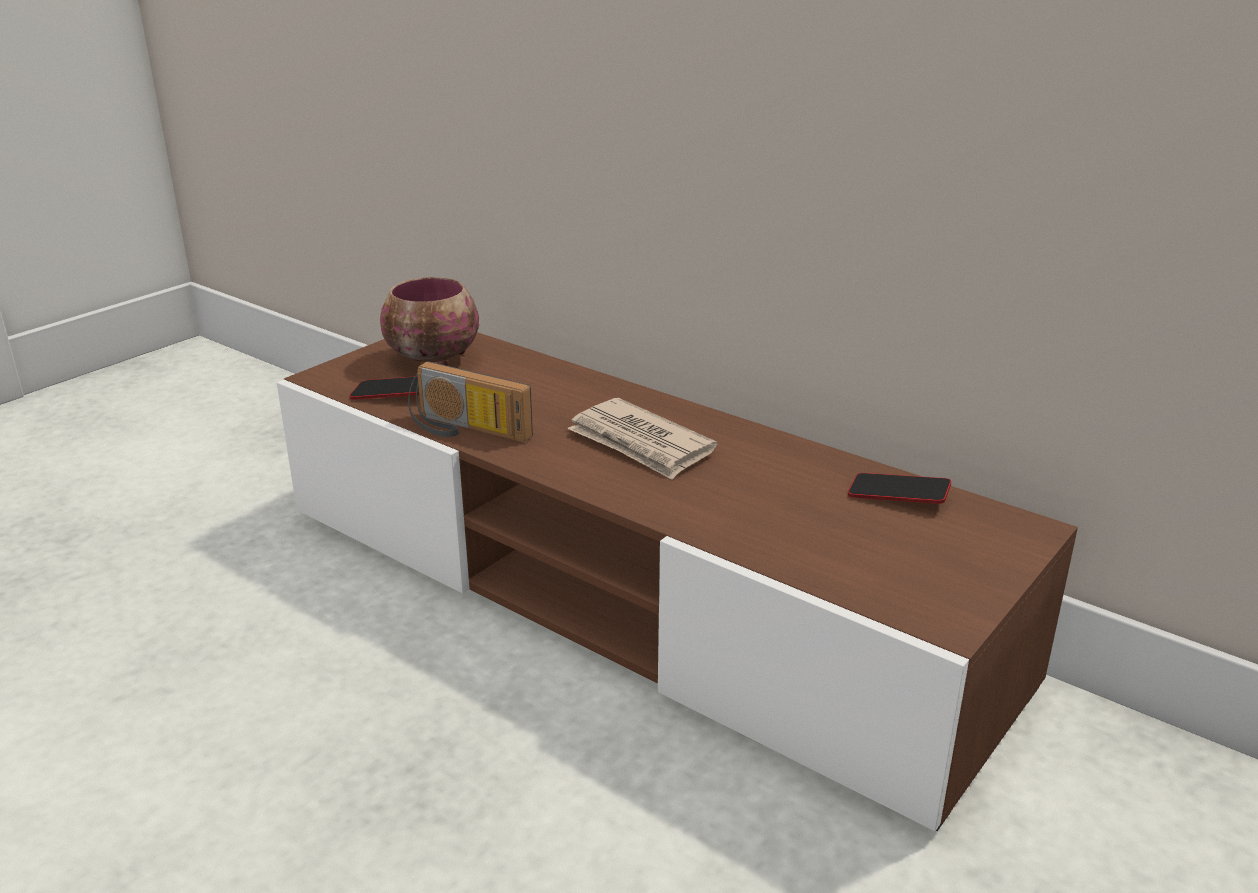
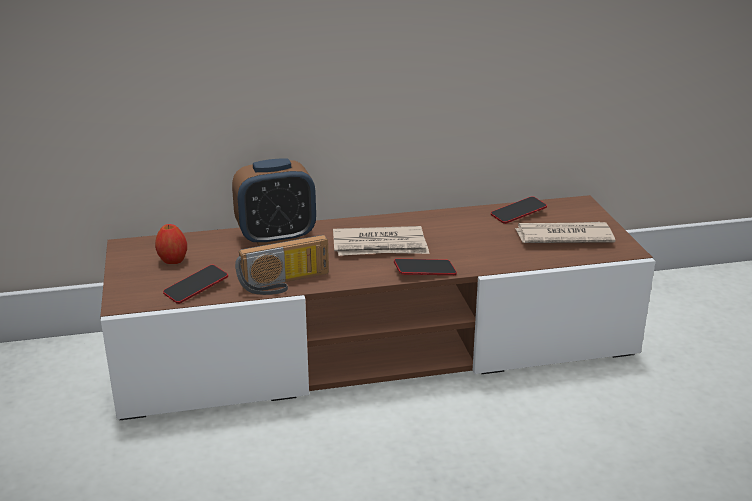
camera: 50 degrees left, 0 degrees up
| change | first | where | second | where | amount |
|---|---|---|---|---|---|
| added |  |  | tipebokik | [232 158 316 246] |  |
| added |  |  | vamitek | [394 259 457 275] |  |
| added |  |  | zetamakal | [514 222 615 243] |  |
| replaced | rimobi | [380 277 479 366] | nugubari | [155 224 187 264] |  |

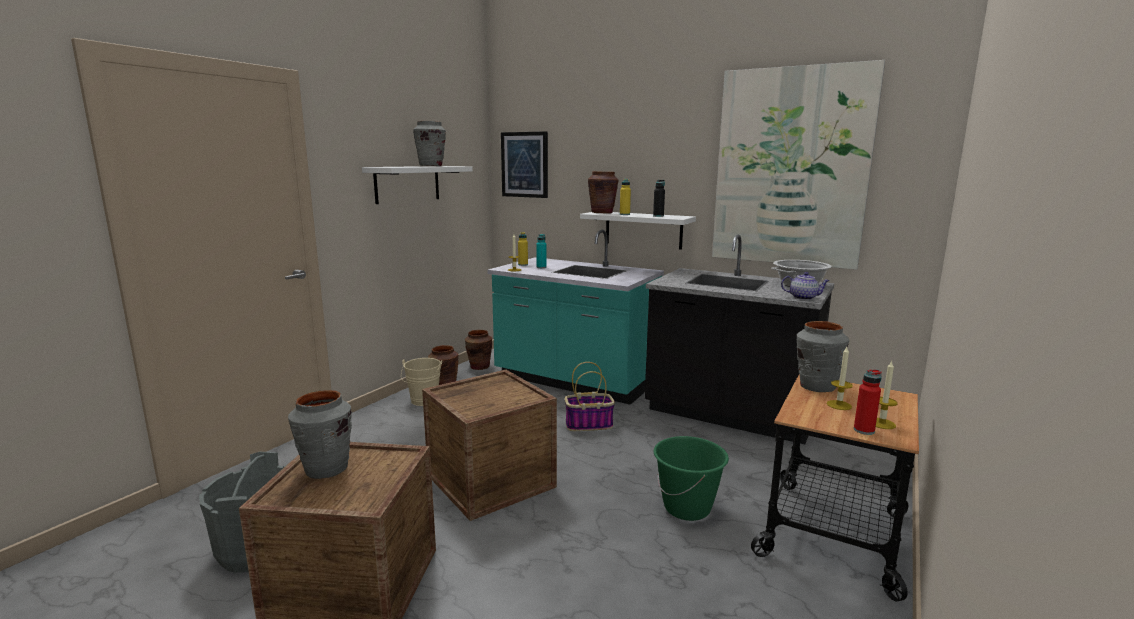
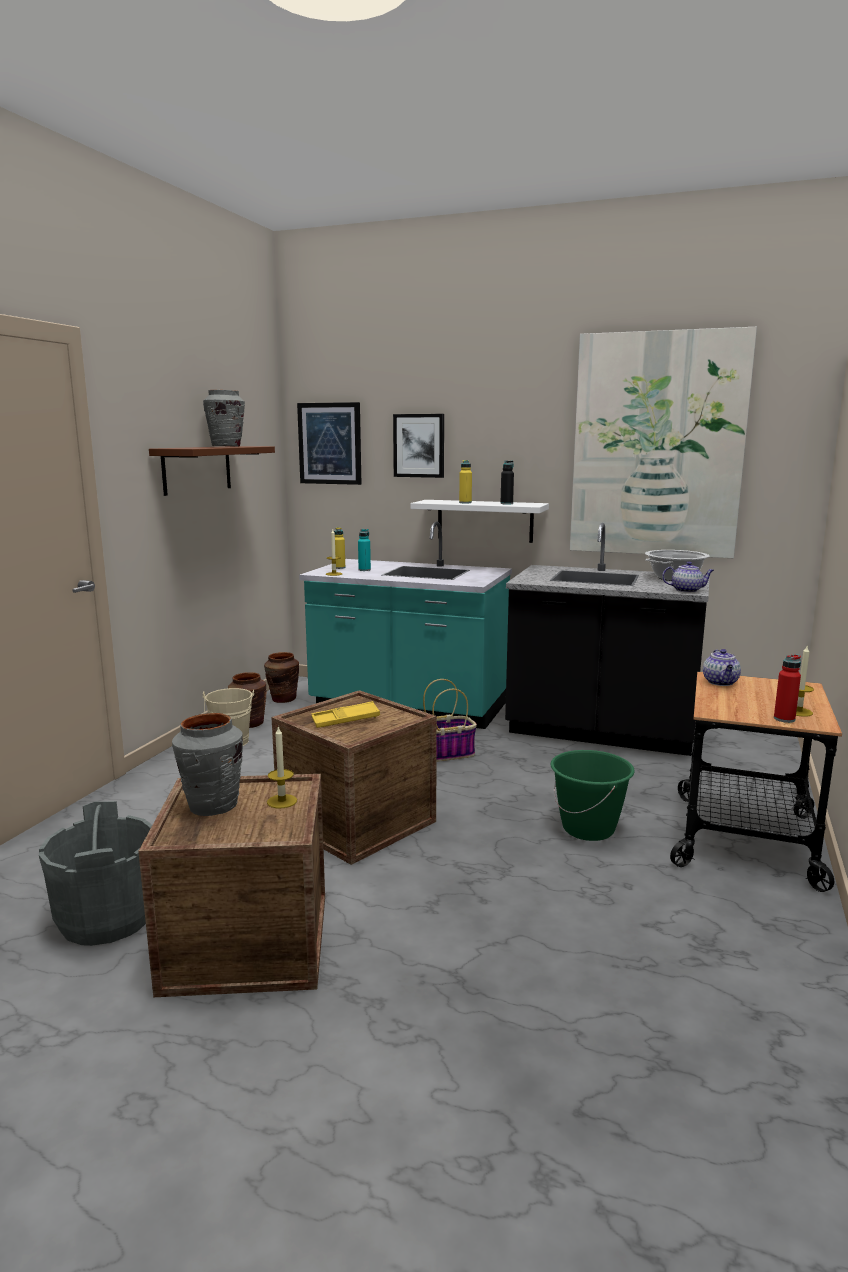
camera: 10 degrees left, 0 degrees up
| change | first | where | second | where | amount |
|---|---|---|---|---|---|
| removed | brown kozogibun | [588 171 618 213] |  |  |  |
| added |  |  | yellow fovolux | [311 701 380 728] |  |
| added |  |  | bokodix | [393 414 444 478] |  |
| moved | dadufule | [827 347 853 410] |  | [267 726 297 808] |  |
| replaced | grey kozogibun | [796 321 849 392] | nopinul | [703 649 741 686] |  |
| recoloured | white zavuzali | [362 166 473 204] | brown zavuzali | [149 446 275 496] |  |

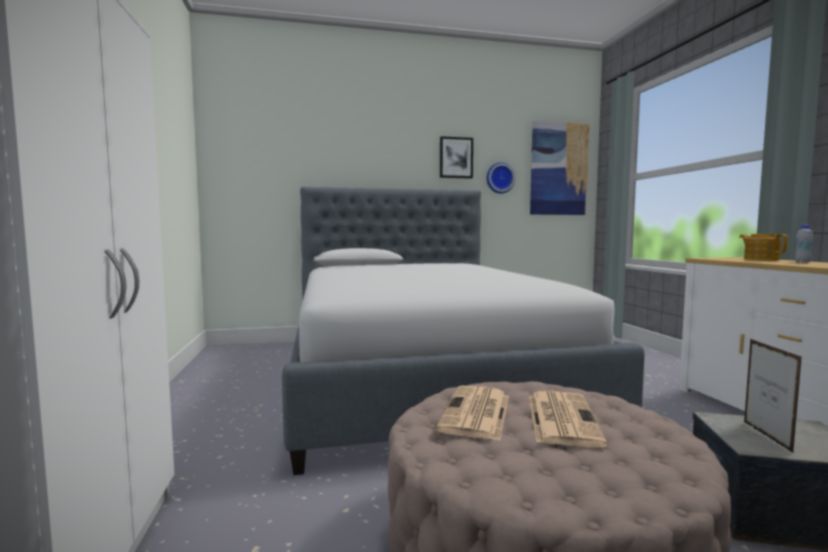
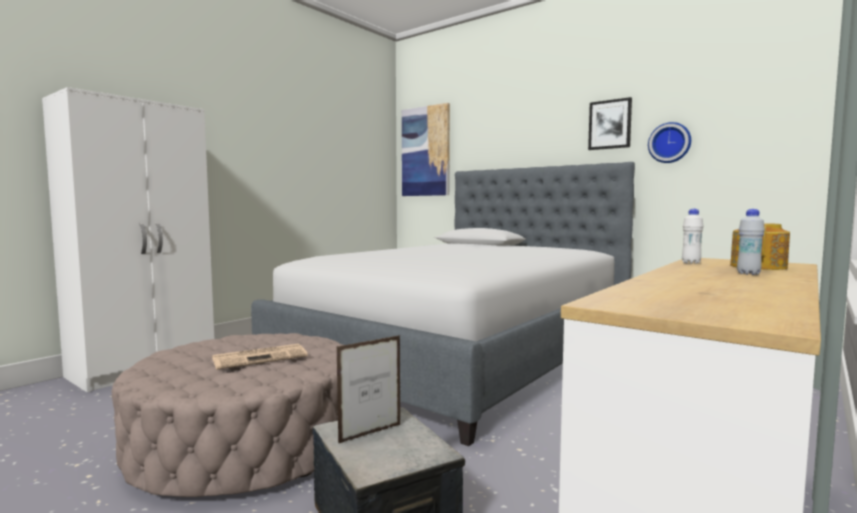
camera: 50 degrees right, 0 degrees up
| change | first | where | second | where | amount |
|---|---|---|---|---|---|
| removed | zetamakal | [436 386 509 441] |  |  |  |
| added |  |  | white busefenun | [682 209 704 264] |  |
| moved | bokodix | [530 121 590 215] |  | [402 103 450 196] |  |

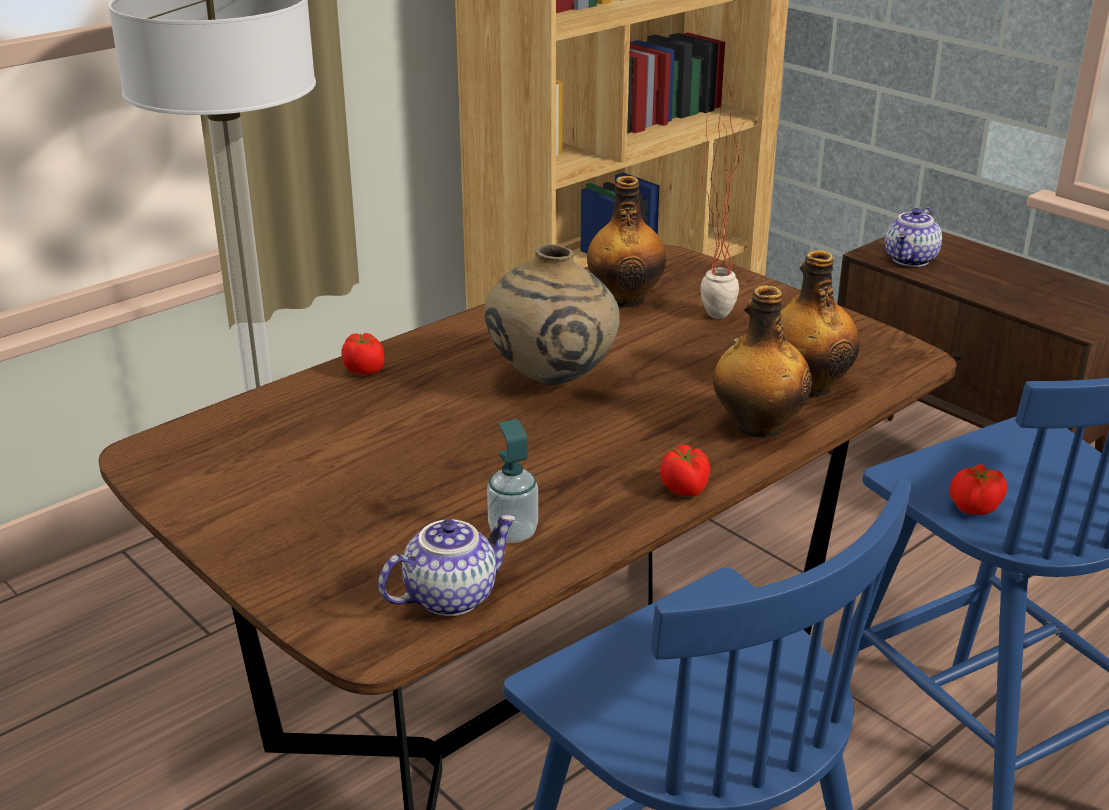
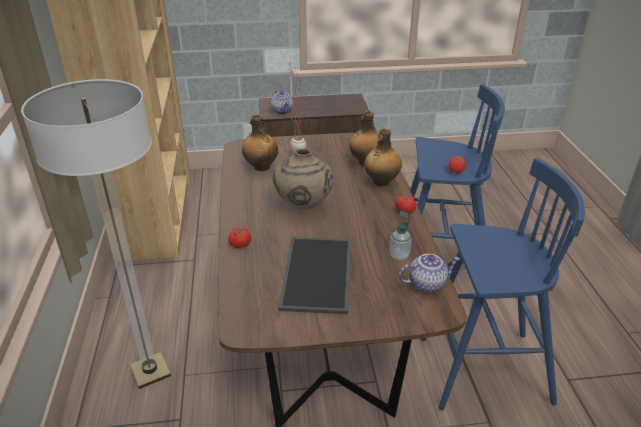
camera: 55 degrees left, 5 degrees up
| change | first | where | second | where | amount |
|---|---|---|---|---|---|
| added |  |  | fovolux | [278 237 351 314] |  |
| turned | nopinul | [378 514 516 616] |  | [399 254 460 293] | 75 degrees clockwise |

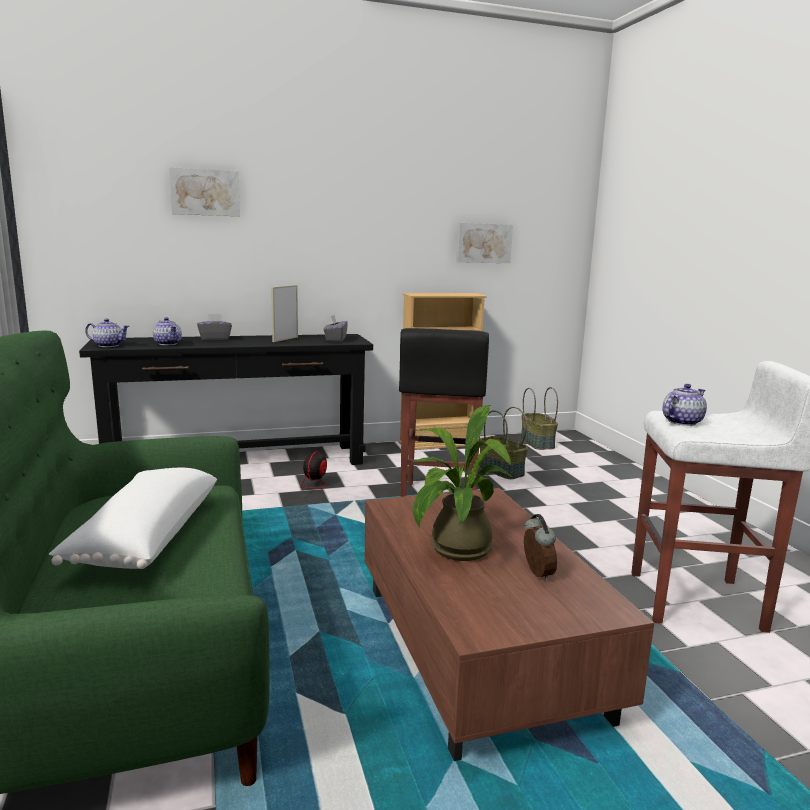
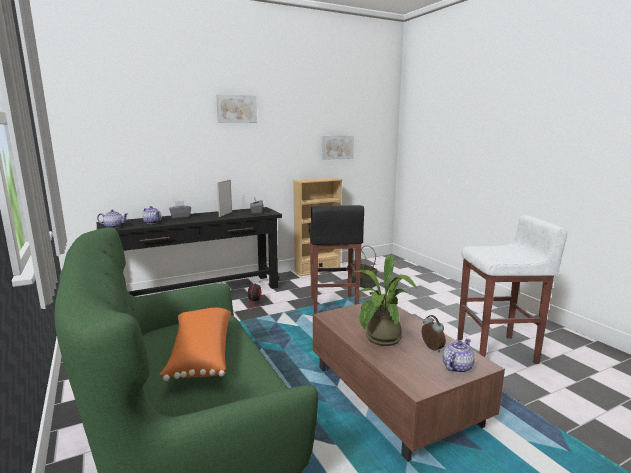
camera: 10 degrees left, 0 degrees up
| change | first | where | second | where | amount |
|---|---|---|---|---|---|
| removed | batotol | [521 387 558 450] |  |  |  |
| moved | bokodix | [169 167 240 216] |  | [216 94 257 123] |  |
| moved | nopinul | [663 384 707 426] |  | [443 338 474 373] |  |
| recoloured | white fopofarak | [49 468 217 569] | orange fopofarak | [160 308 231 381] |  |

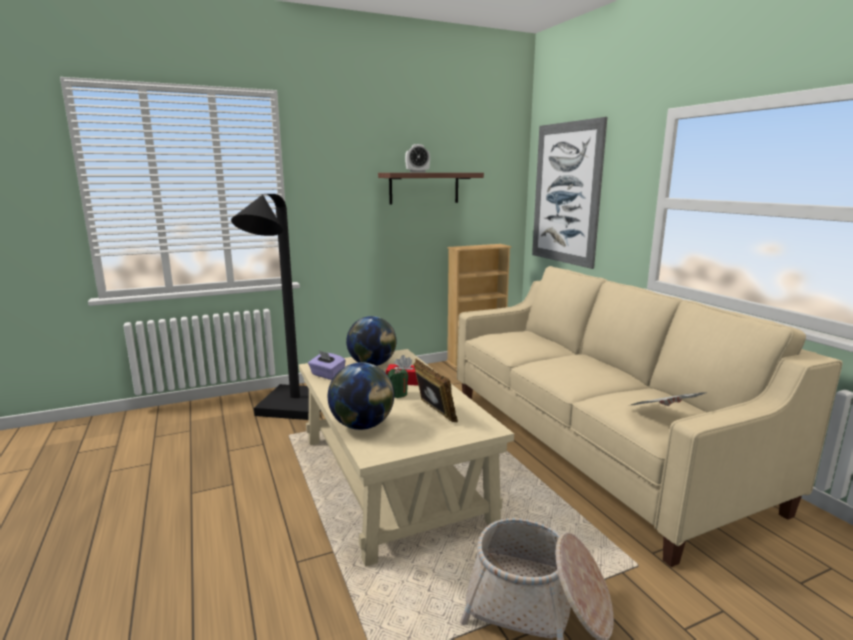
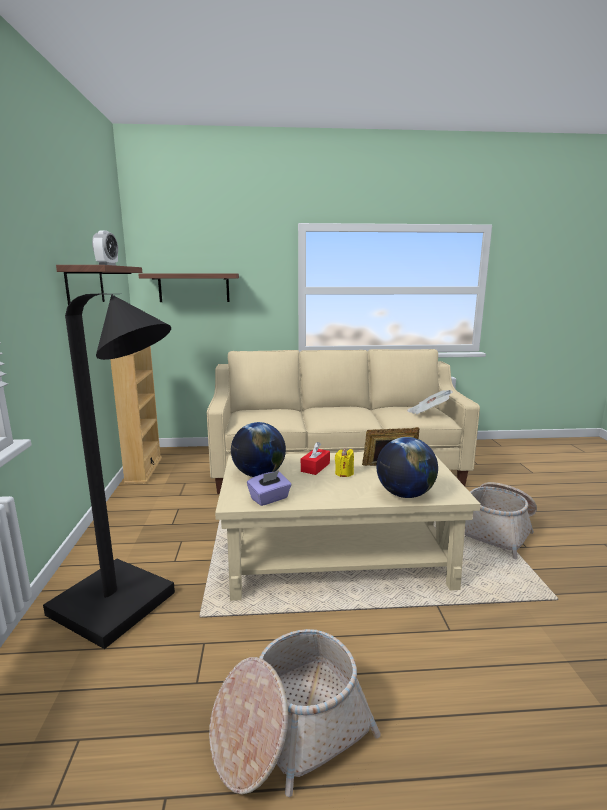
camera: 70 degrees left, 0 degrees up
| change | first | where | second | where | amount |
|---|---|---|---|---|---|
| added |  |  | batotol | [209 629 381 797] |  |
| replaced | bokodix | [532 117 607 269] | zavuzali | [138 273 239 302] |  |
| recoloured | green dadufule | [387 367 408 398] | yellow dadufule | [335 448 354 477] |  |

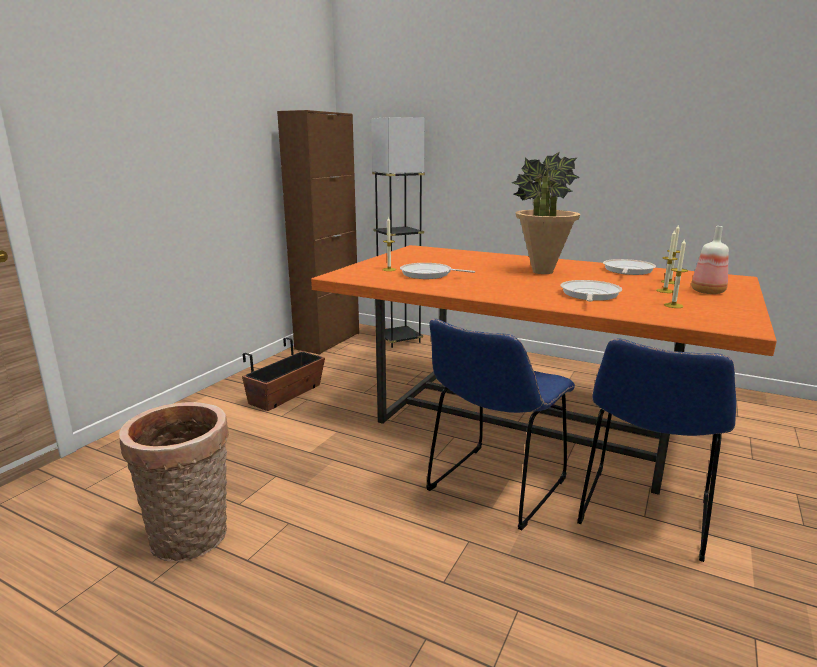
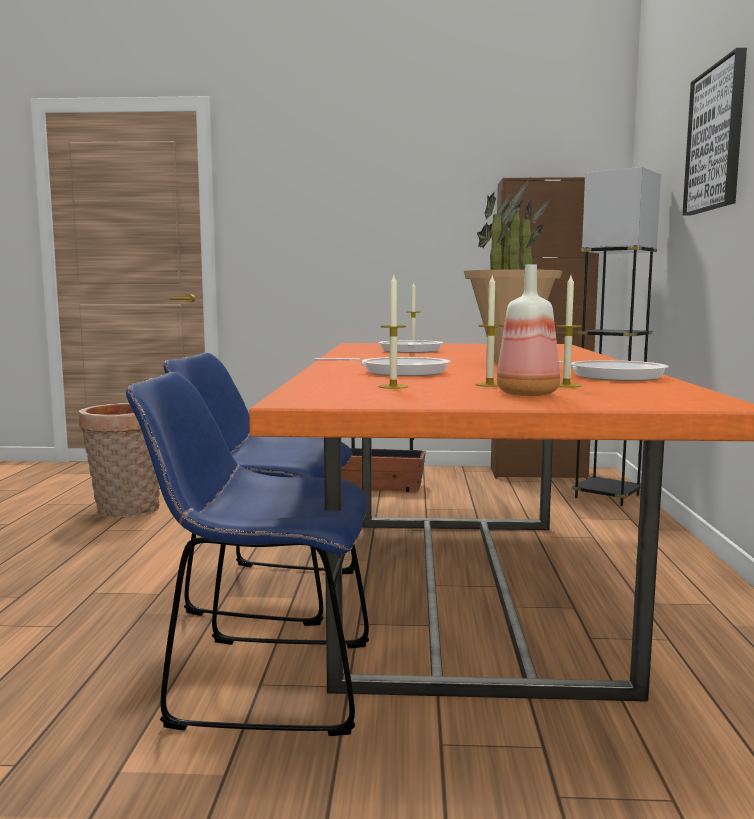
camera: 65 degrees right, 10 degrees down
| change | first | where | second | where | amount |
|---|---|---|---|---|---|
| added |  |  | bokodix | [682 48 747 215] |  |

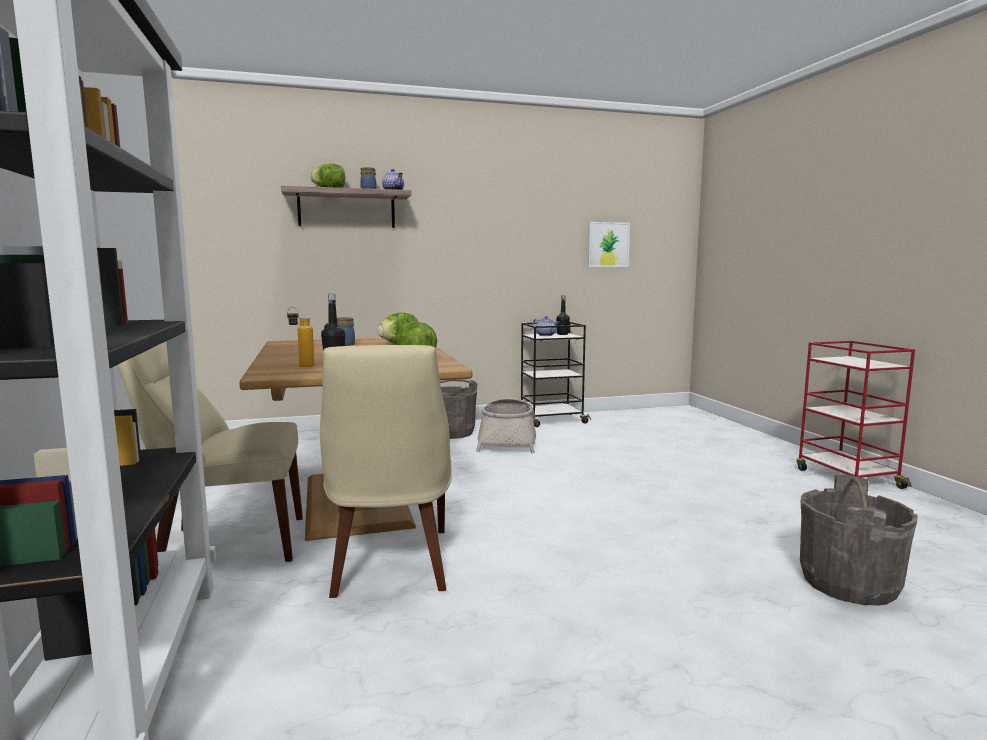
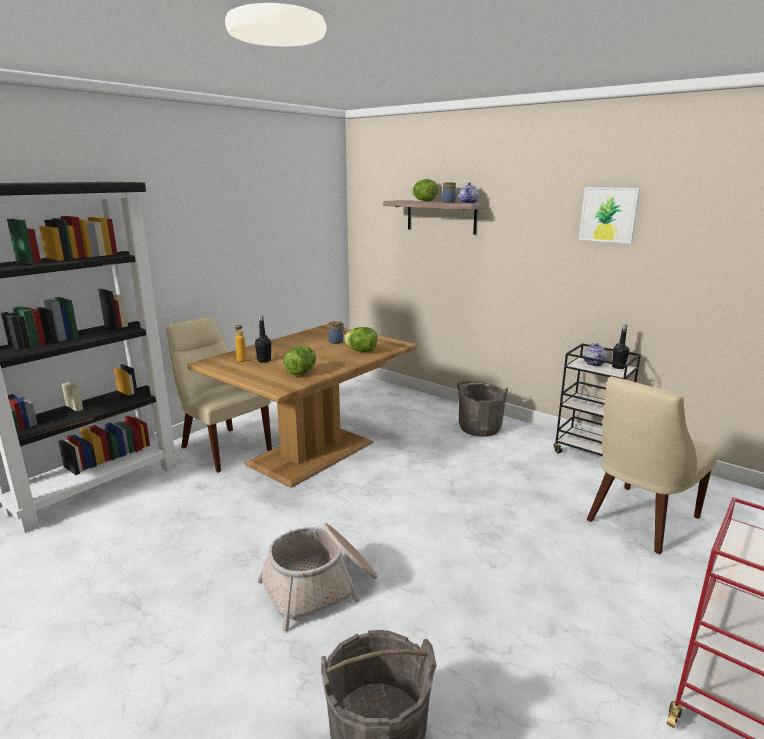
camera: 55 degrees right, 10 degrees up
| change | first | where | second | where | amount |
|---|---|---|---|---|---|
| moved | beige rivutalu | [320 345 452 598] |  | [587 377 718 554] |  |
| moved | batotol | [476 398 536 454] |  | [258 523 378 631] |  |
| moved | bokodix | [588 222 630 267] |  | [579 187 640 244] |  |

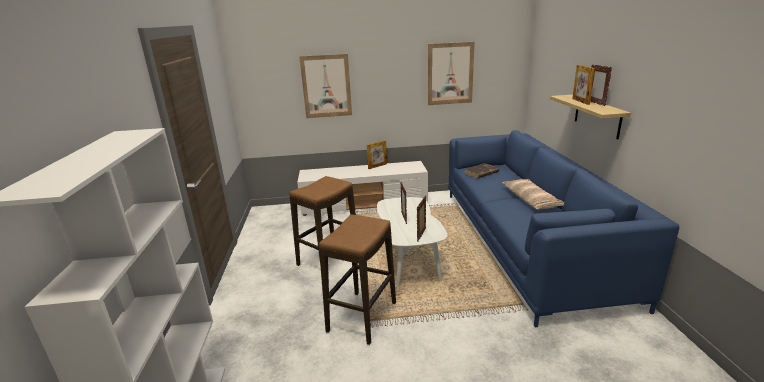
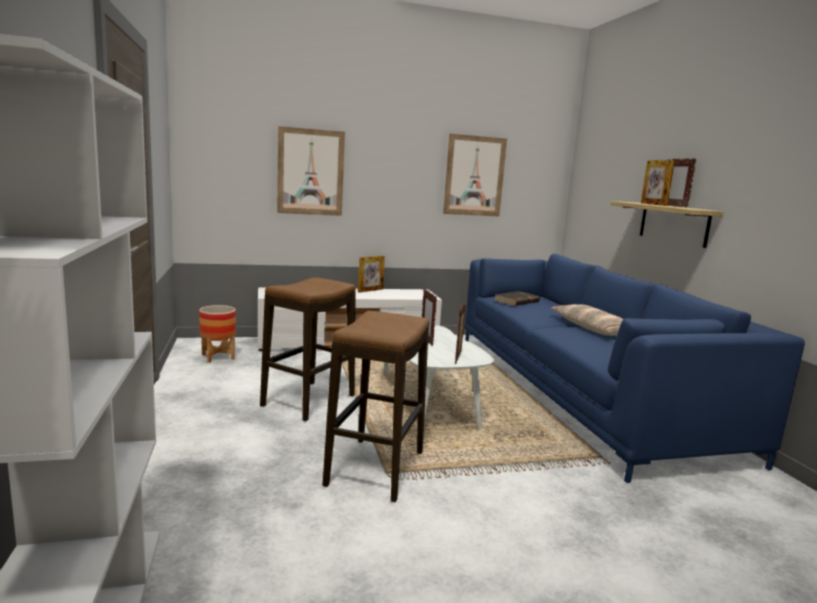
camera: 10 degrees left, 10 degrees down
| change | first | where | second | where | amount |
|---|---|---|---|---|---|
| added |  |  | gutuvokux | [199 305 236 363] |  |

